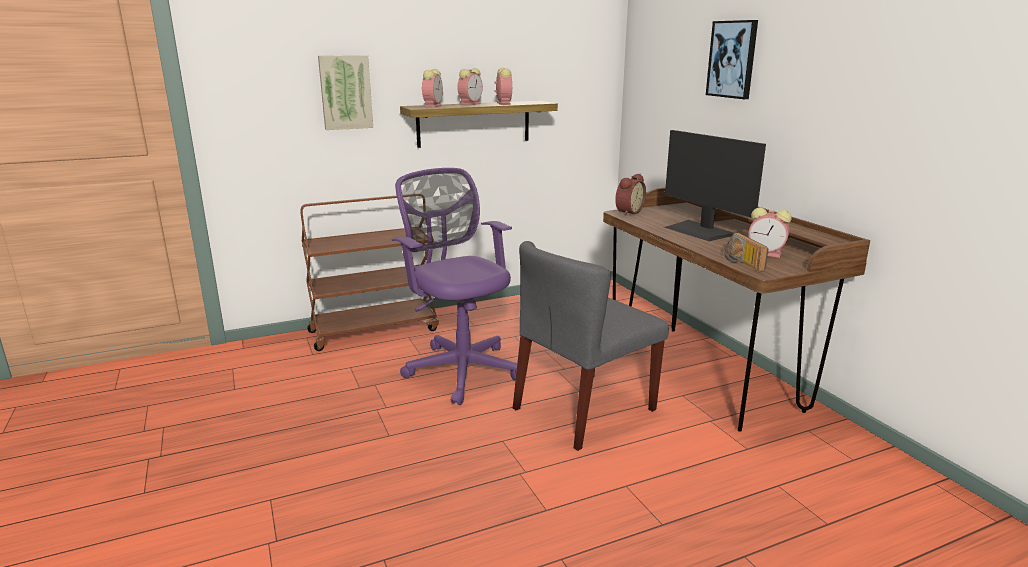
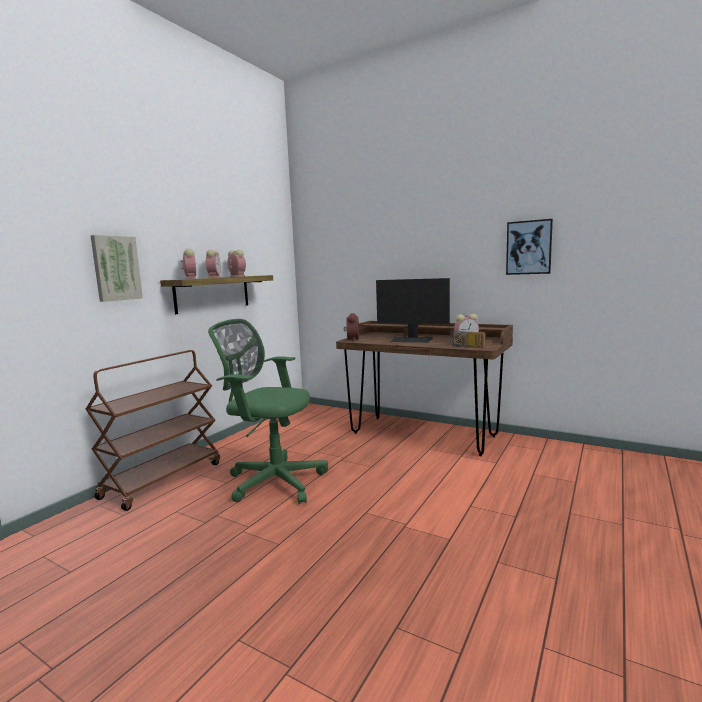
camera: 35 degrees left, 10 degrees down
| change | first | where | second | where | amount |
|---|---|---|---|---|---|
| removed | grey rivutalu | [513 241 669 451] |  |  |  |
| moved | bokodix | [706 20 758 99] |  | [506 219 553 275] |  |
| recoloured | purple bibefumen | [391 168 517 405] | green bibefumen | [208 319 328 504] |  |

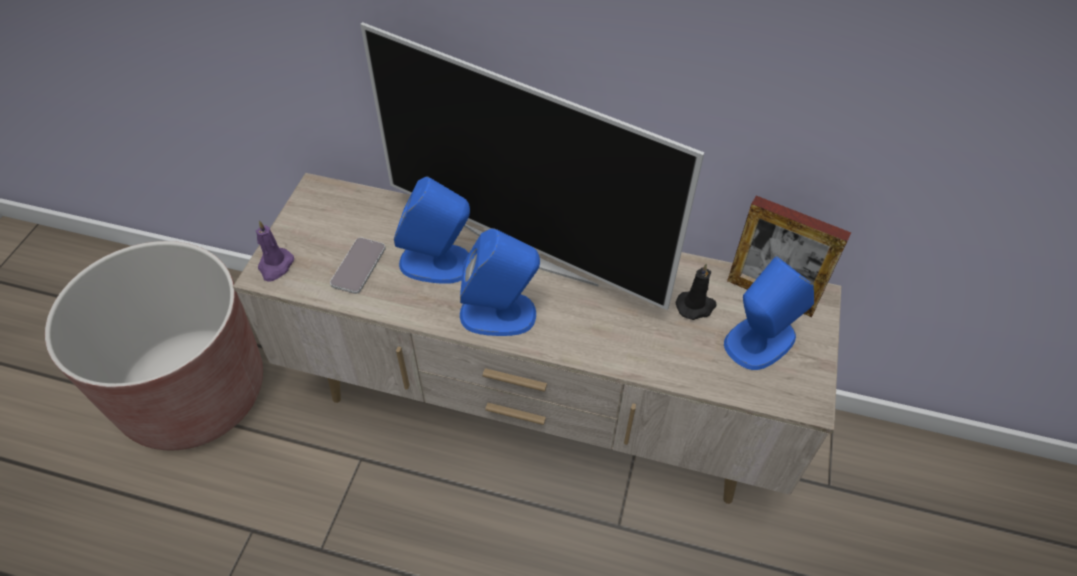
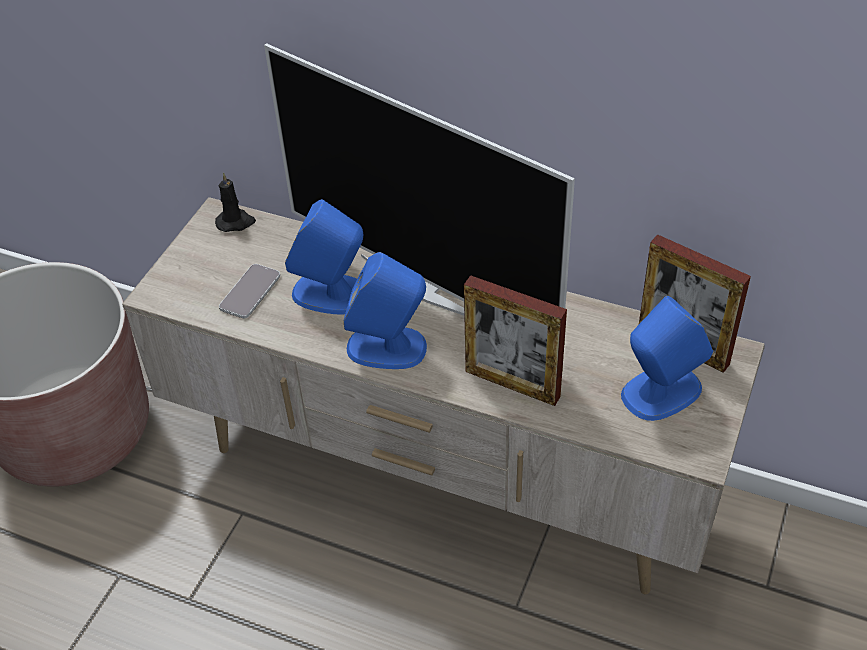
camera: 10 degrees right, 5 degrees down
| change | first | where | second | where | amount |
|---|---|---|---|---|---|
| removed | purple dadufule | [256 220 294 282] |  |  |  |
| added |  |  | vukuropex | [464 275 567 406] |  |
| moved | black dadufule | [675 263 716 320] |  | [215 172 256 232] |  |

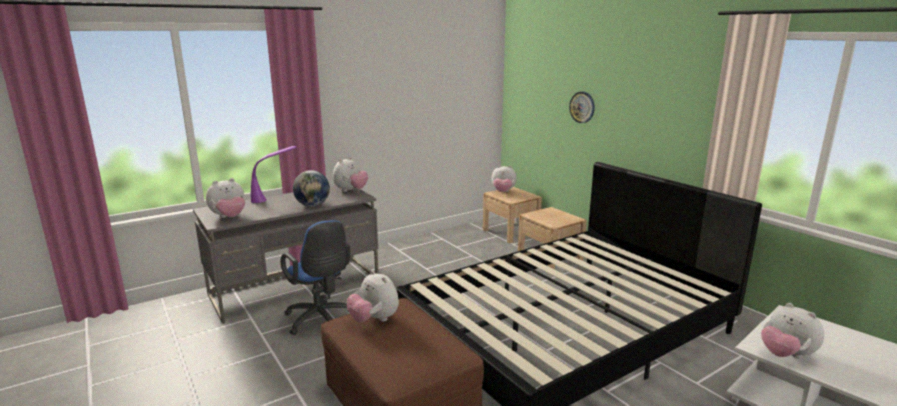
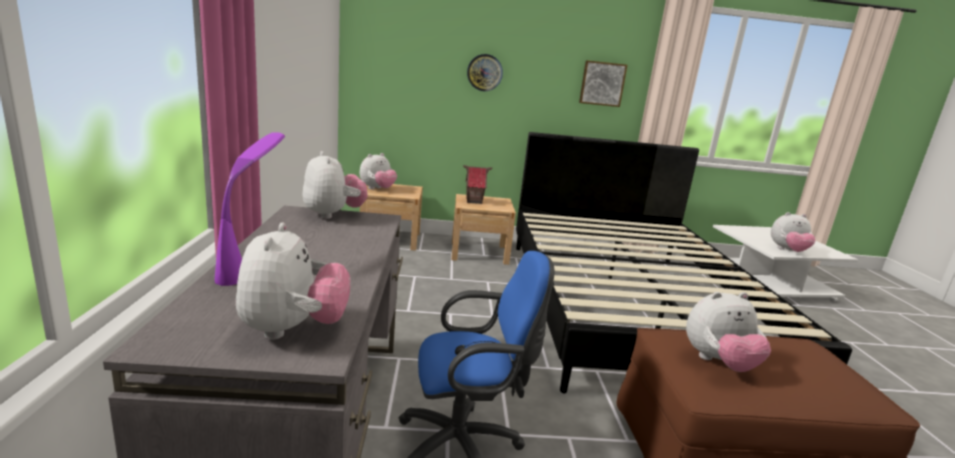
camera: 60 degrees left, 0 degrees up
| change | first | where | second | where | amount |
|---|---|---|---|---|---|
| removed | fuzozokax | [293 170 330 207] |  |  |  |
| added |  |  | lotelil | [463 165 492 204] |  |
| added |  |  | bokodix | [579 60 627 107] |  |

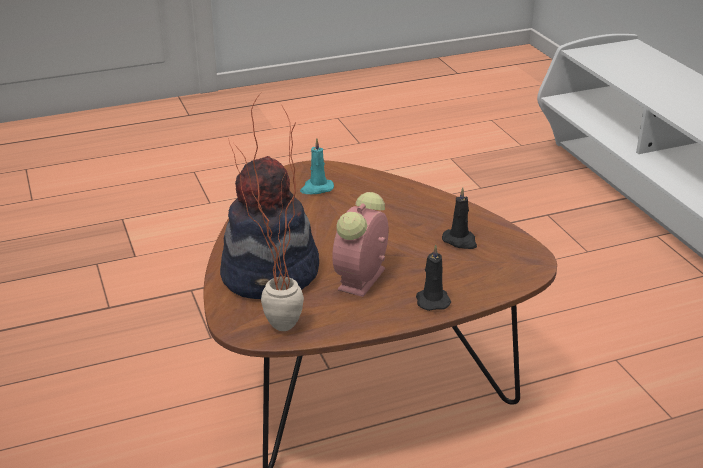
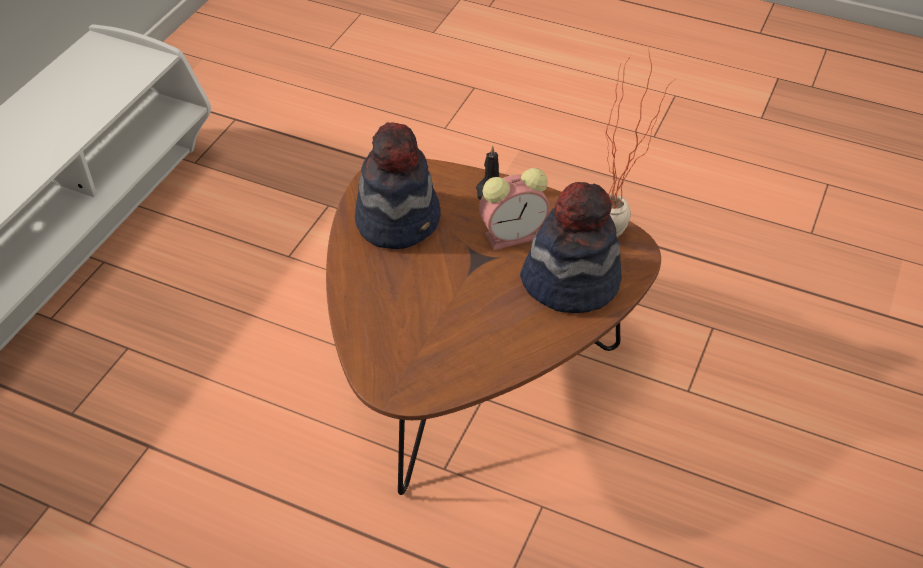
camera: 135 degrees left, 15 degrees up
| change | first | where | second | where | amount |
|---|---|---|---|---|---|
| removed | turquoise dadufule | [300 138 334 194] |  |  |  |
| replaced | black dadufule | [442 187 477 249] | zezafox | [355 122 441 249] |  |

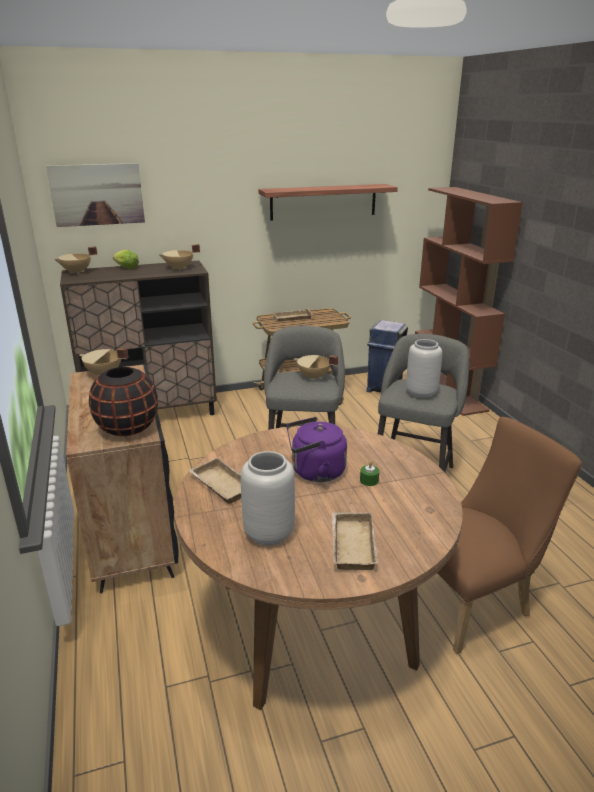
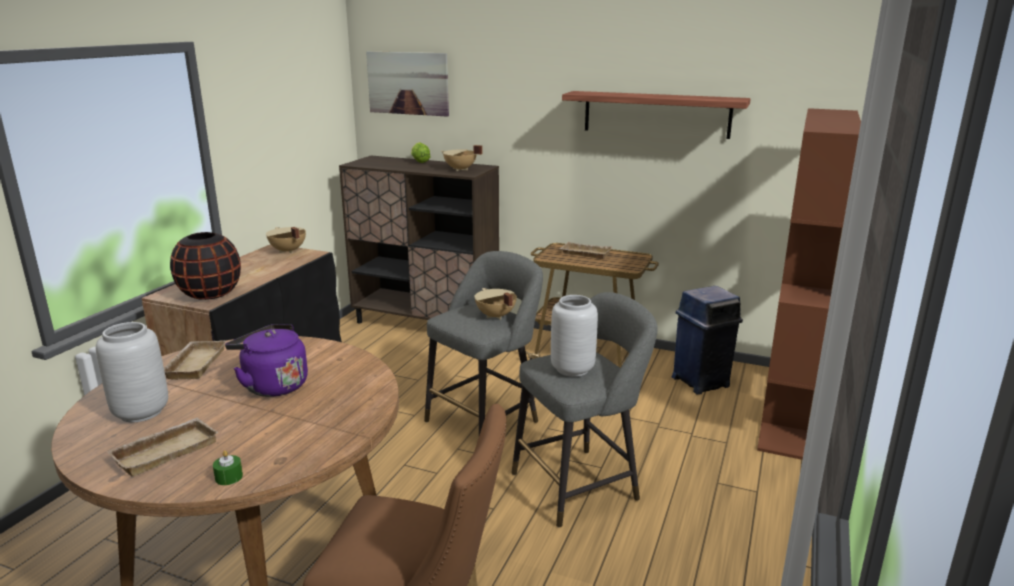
camera: 40 degrees right, 5 degrees down
| change | first | where | second | where | amount |
|---|---|---|---|---|---|
| removed | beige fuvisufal | [54 246 97 274] |  |  |  |
| moved | green dadufule | [360 462 379 486] |  | [213 450 243 485] |  |

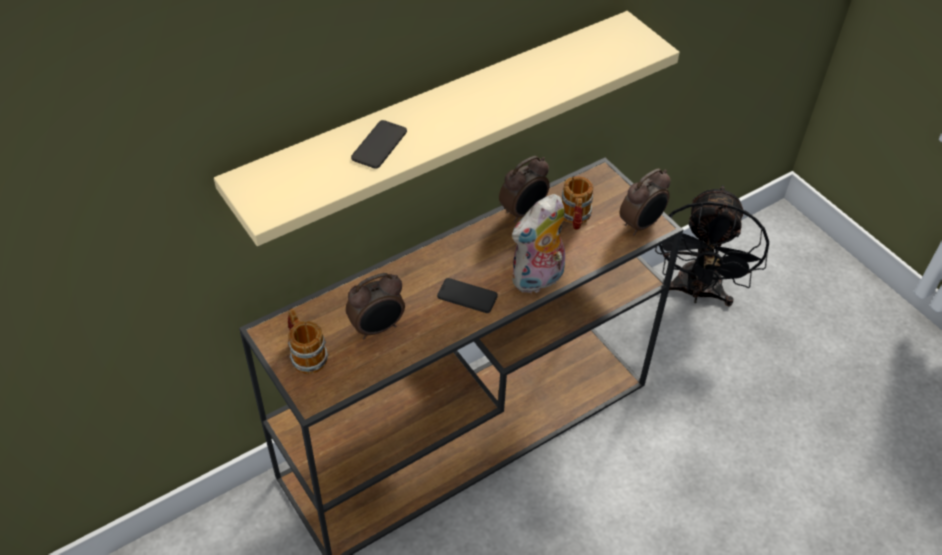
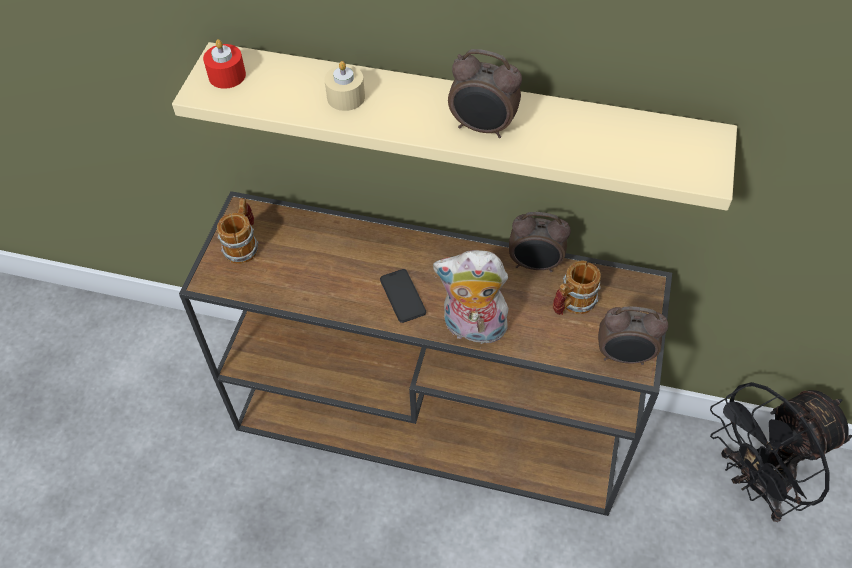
camera: 50 degrees right, 5 degrees up
| change | first | where | second | where | amount |
|---|---|---|---|---|---|
| added |  |  | red dadufule | [203 39 246 89] |  |
| moved | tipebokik | [346 273 405 339] |  | [448 49 522 138] |  |
| replaced | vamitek | [351 120 407 169] | beige dadufule | [324 61 365 111] |  |

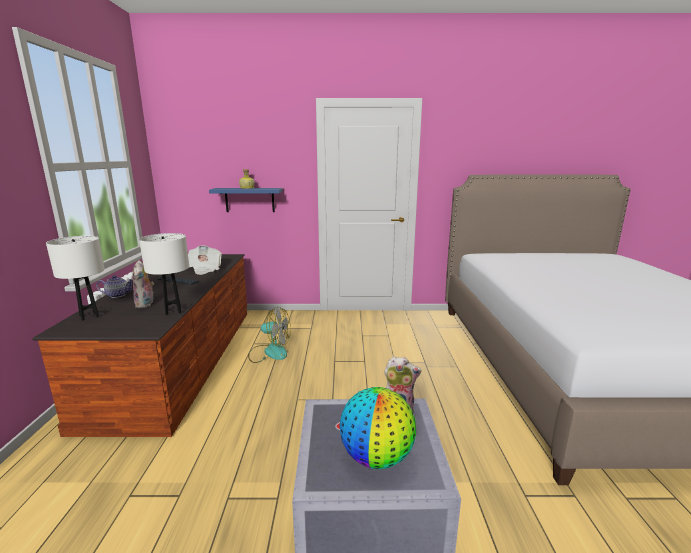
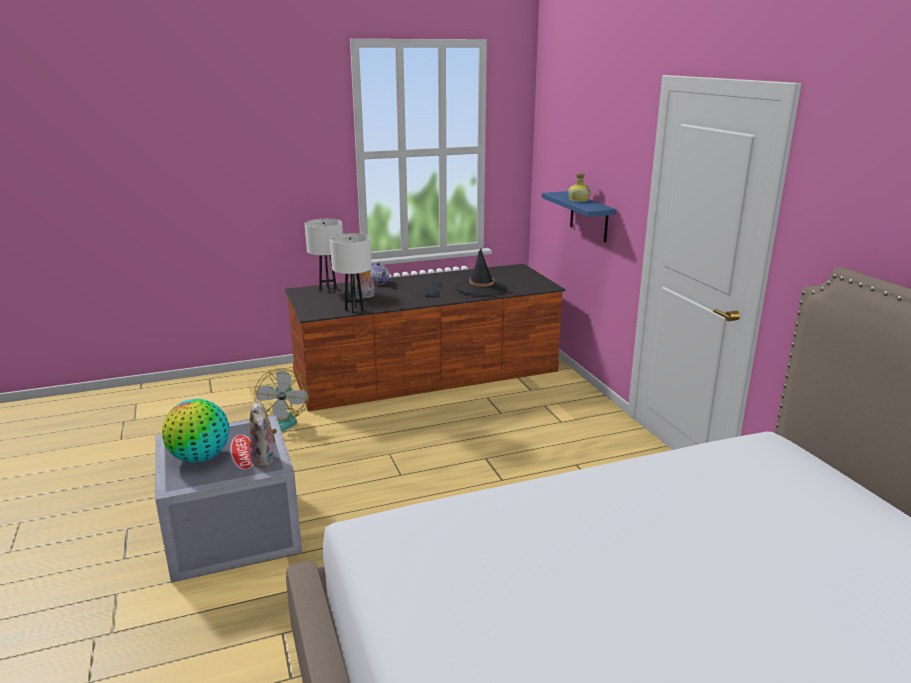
camera: 70 degrees right, 5 degrees up
| change | first | where | second | where | amount |
|---|---|---|---|---|---|
| moved | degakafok | [248 307 291 363] |  | [254 369 309 432] |  |
| replaced | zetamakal | [188 245 222 275] | black zezafox | [456 249 508 296] |  |

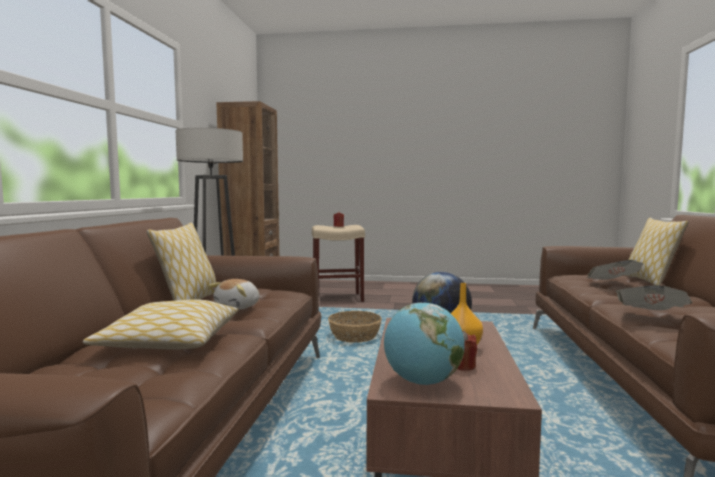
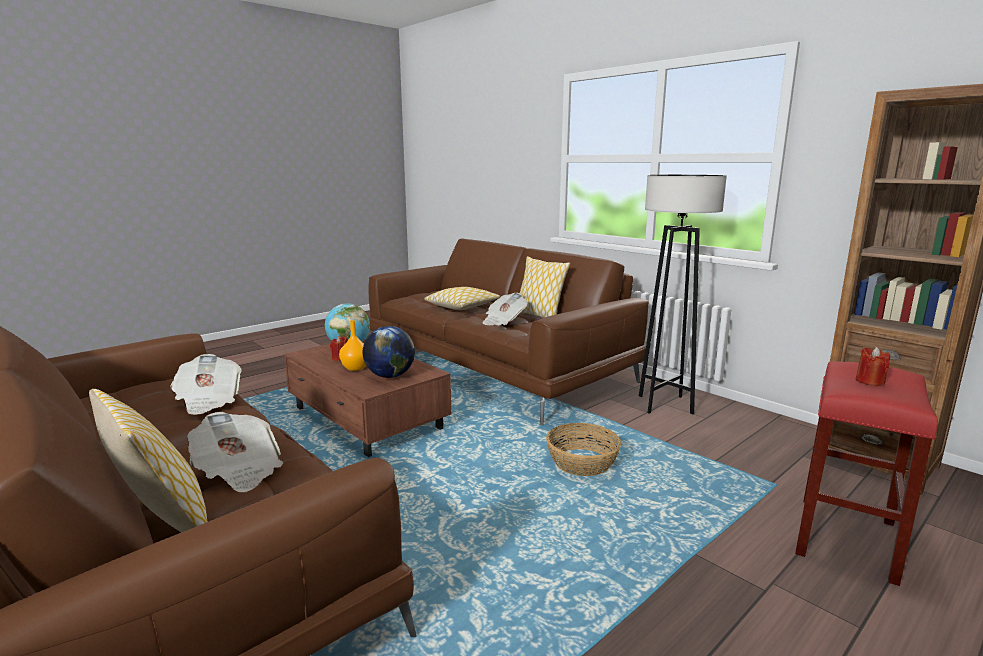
camera: 130 degrees right, 10 degrees up
| change | first | where | second | where | amount |
|---|---|---|---|---|---|
| replaced | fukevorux | [208 279 259 310] | zetamakal | [483 293 528 325] |  |
| recoloured | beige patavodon | [312 225 365 302] | red patavodon | [795 361 938 586] |  |

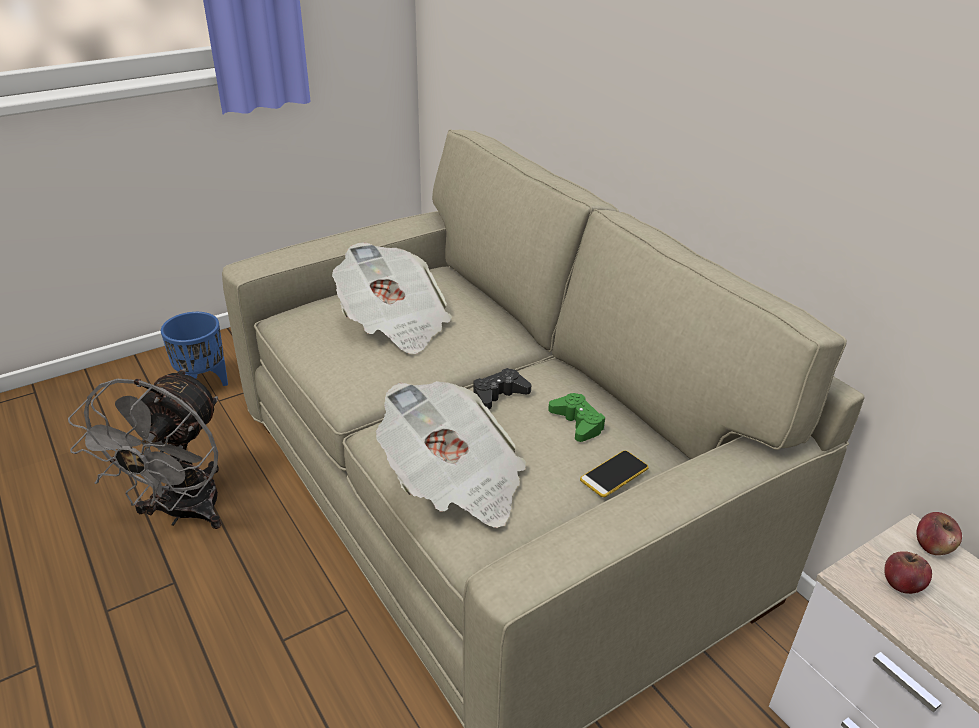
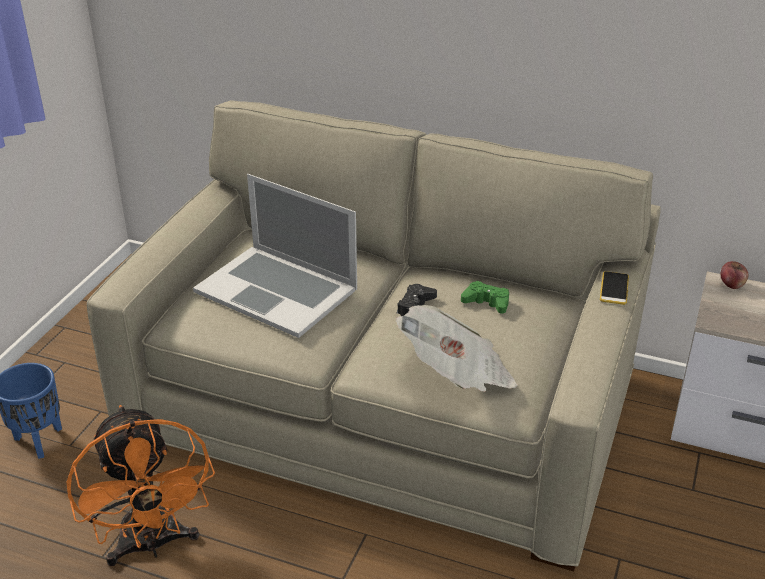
camera: 35 degrees left, 0 degrees up
| change | first | where | second | where | amount |
|---|---|---|---|---|---|
| removed | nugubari | [884 551 932 594] |  |  |  |
| moved | vamitek | [580 450 649 497] |  | [600 271 629 305] |  |
| replaced | zetamakal | [332 242 452 354] | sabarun | [193 174 357 338] |  |
| recoloured | grey degakafok | [68 368 222 529] | orange degakafok | [66 405 215 566] |  |

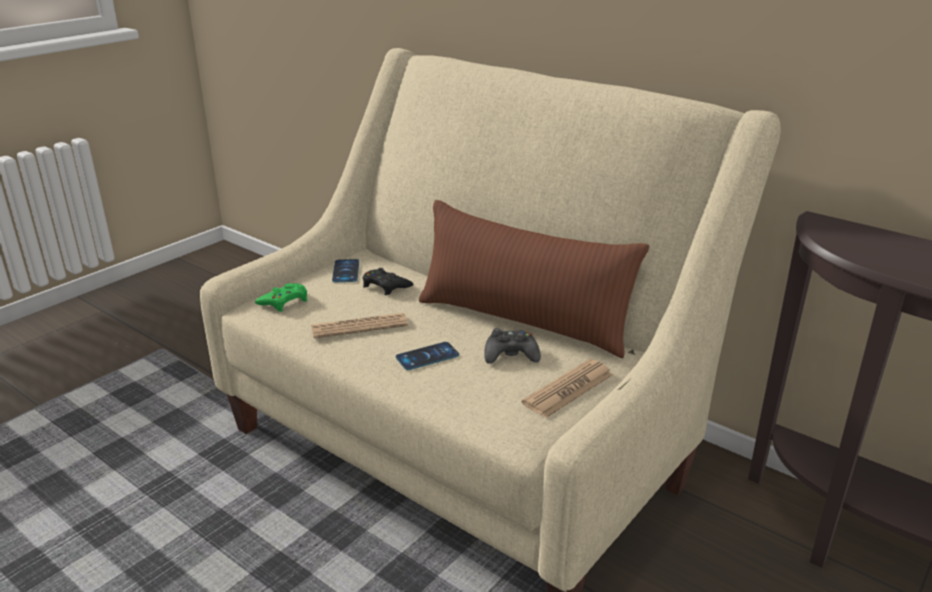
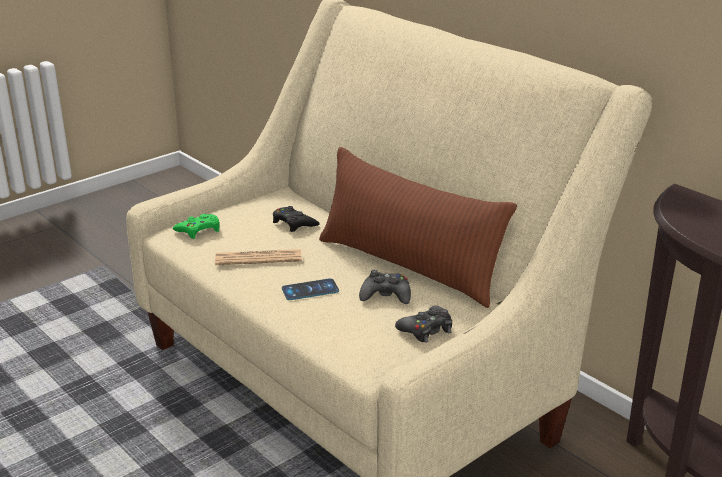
camera: 10 degrees right, 0 degrees up
| change | first | where | second | where | amount |
|---|---|---|---|---|---|
| removed | vamitek | [332 259 359 282] |  |  |  |
| replaced | zetamakal | [522 359 613 418] | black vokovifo | [395 306 452 343] |  |

